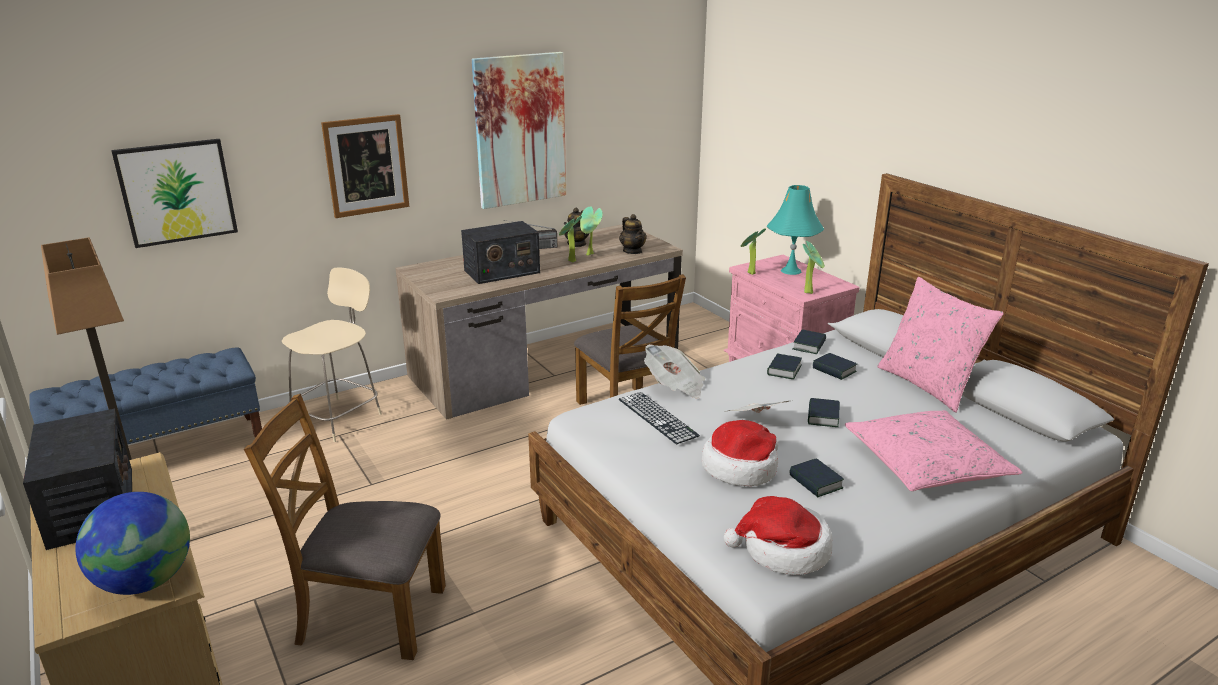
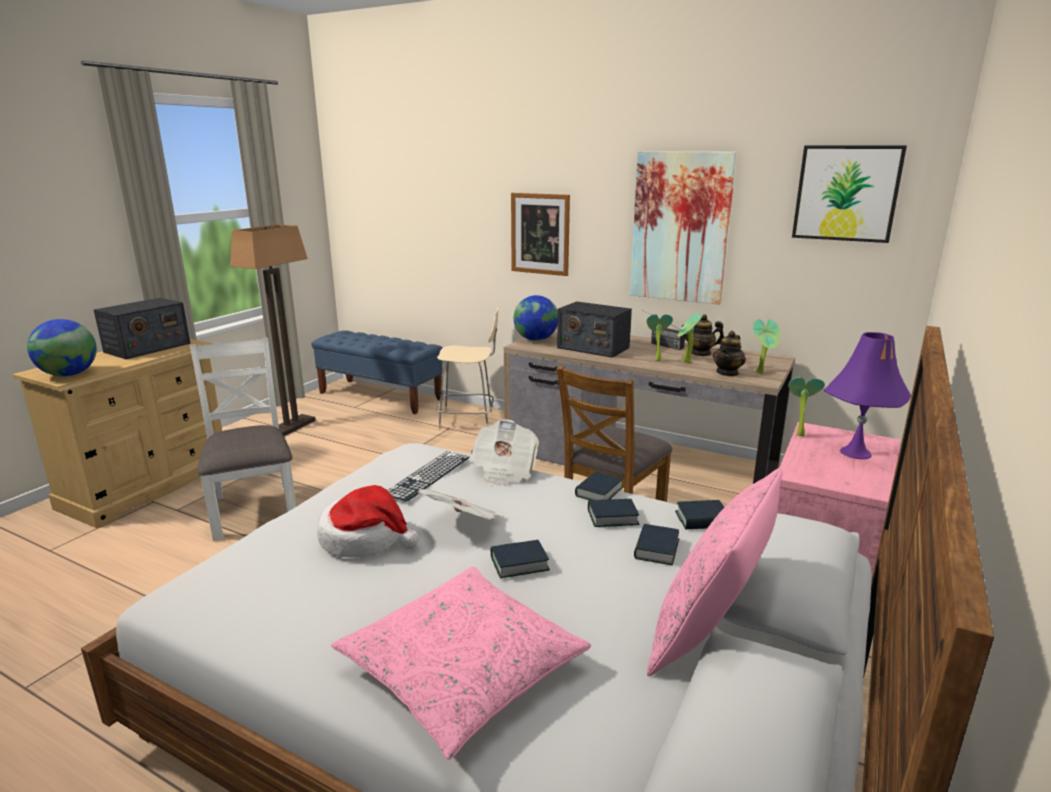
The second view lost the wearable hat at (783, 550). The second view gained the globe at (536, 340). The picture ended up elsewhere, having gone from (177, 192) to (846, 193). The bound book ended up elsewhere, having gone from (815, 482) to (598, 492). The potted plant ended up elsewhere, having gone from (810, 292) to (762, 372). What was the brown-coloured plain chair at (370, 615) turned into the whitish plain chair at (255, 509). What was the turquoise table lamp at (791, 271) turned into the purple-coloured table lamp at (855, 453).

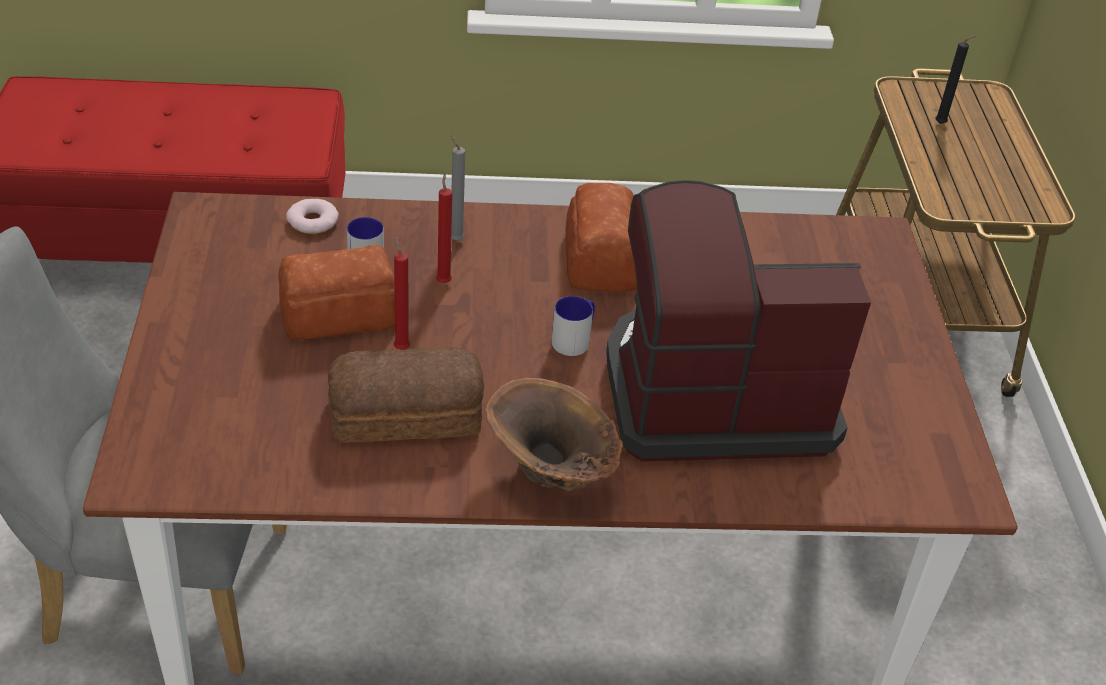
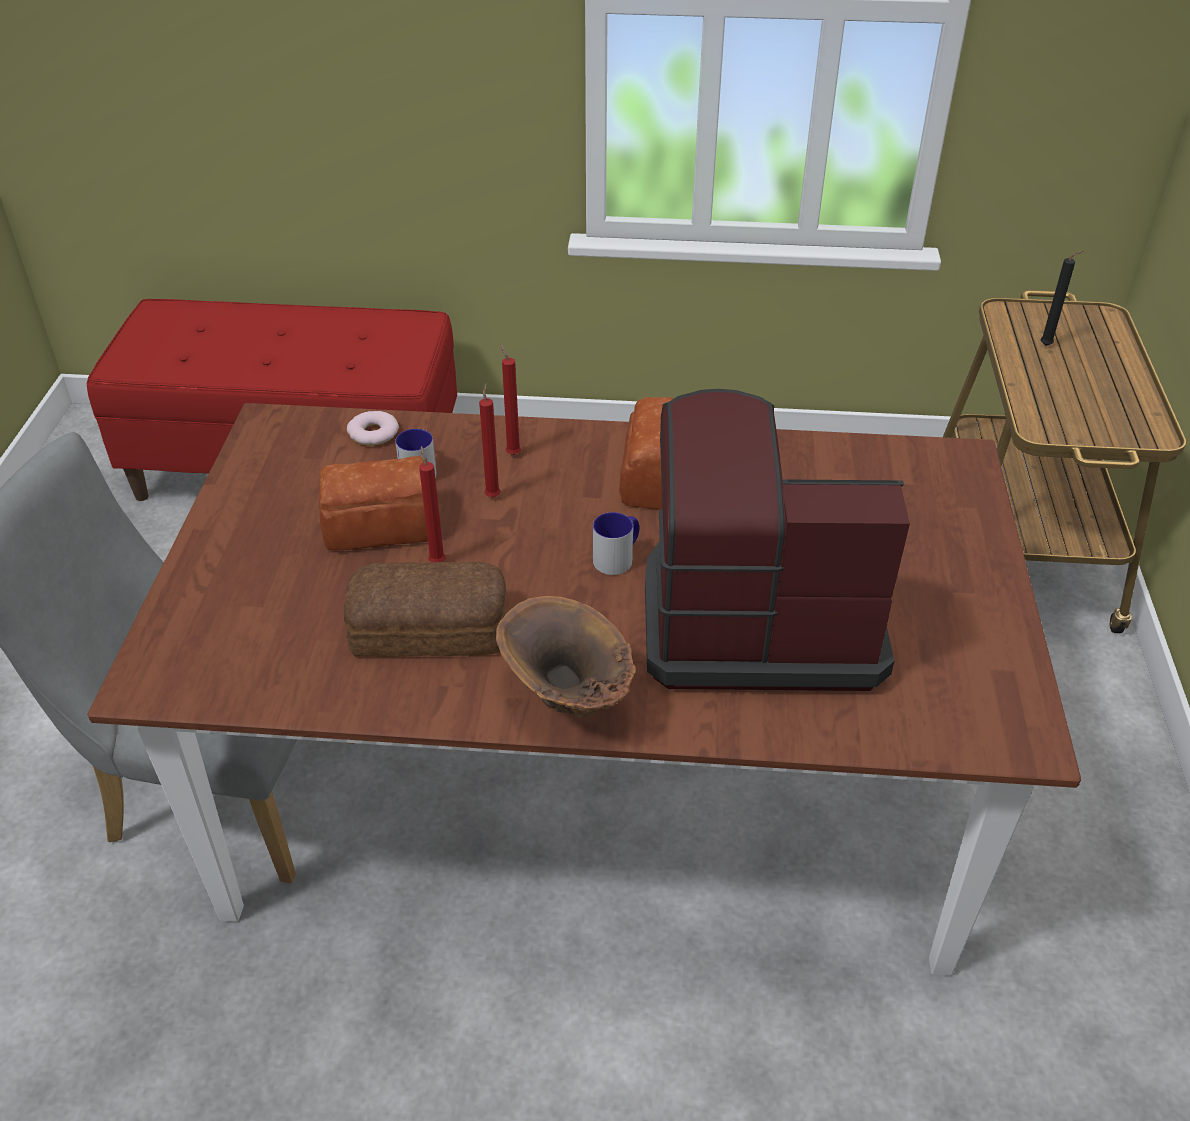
What was the grey candle at (455, 239) turned into the red-coloured candle at (512, 453).

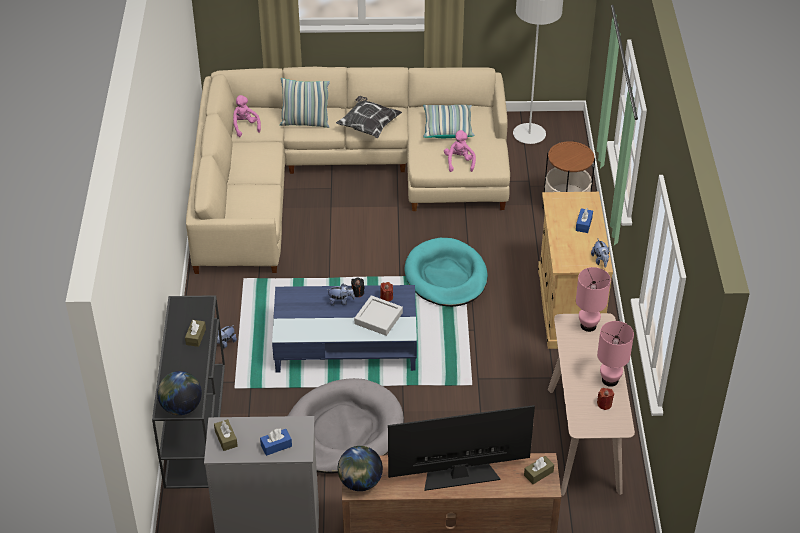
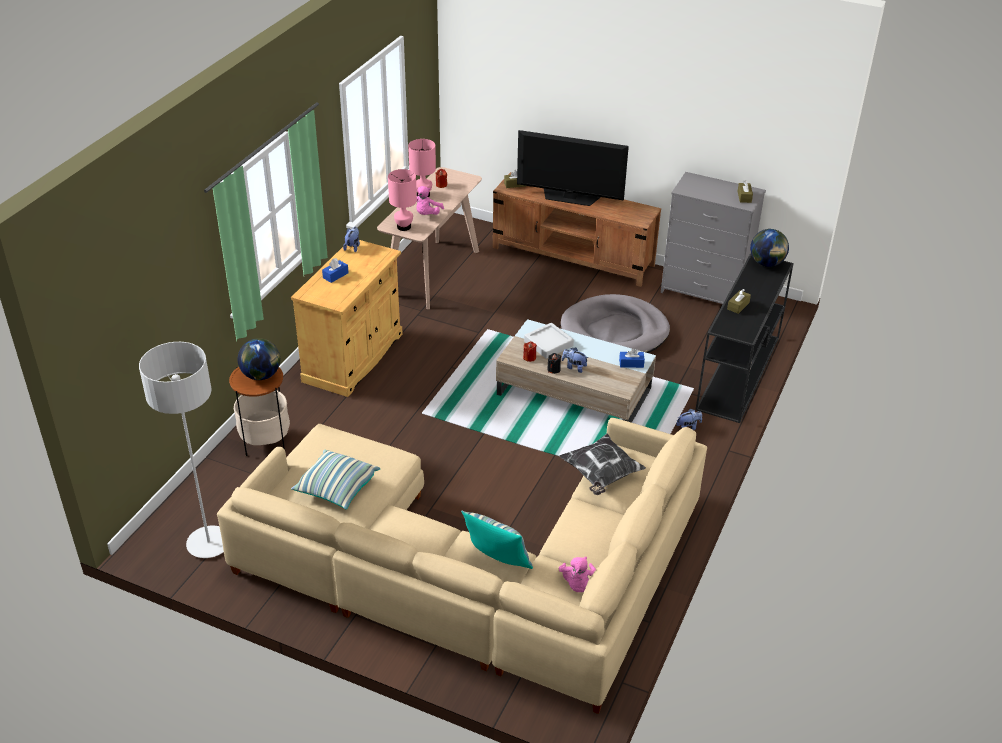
The second view lost the turquoise pet bed at (446, 276). The blue-coloured tissue box ended up elsewhere, having gone from (276, 446) to (631, 363). The cushion ended up elsewhere, having gone from (368, 126) to (601, 475). The globe ended up elsewhere, having gone from (360, 482) to (261, 375). The pink plush toy ended up elsewhere, having gone from (459, 162) to (427, 214). What was the blue-coloured lounge table at (345, 343) turned into the beige-coloured lounge table at (574, 392).

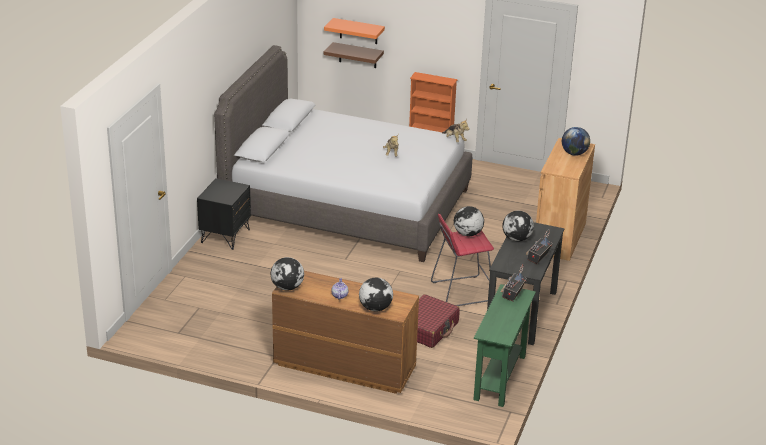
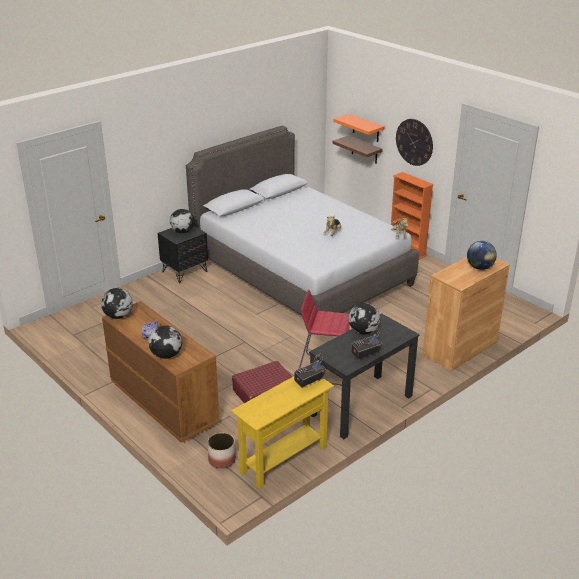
The second view gained the plant pot at (221, 460). The second view gained the clock on the wall at (414, 142). The globe ended up elsewhere, having gone from (467, 234) to (182, 232). What was the green console table at (500, 377) turned into the yellow-coloured console table at (284, 459).

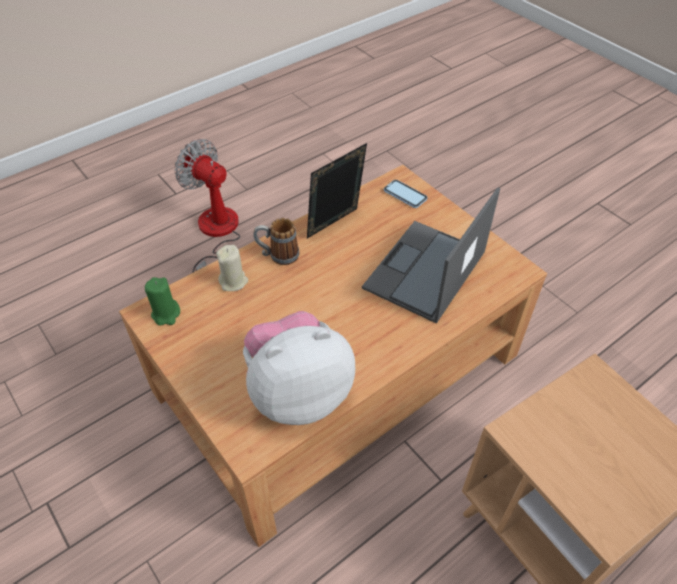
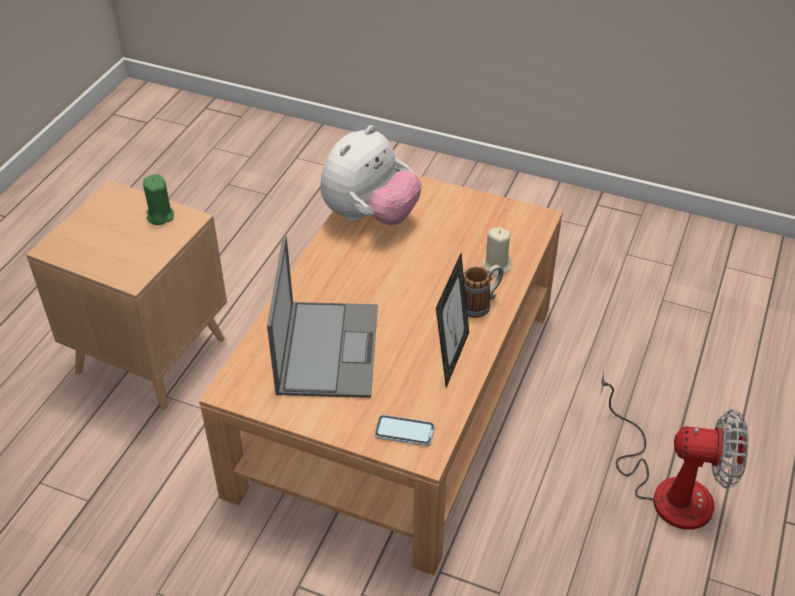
The green candle ended up elsewhere, having gone from (166, 314) to (160, 216).

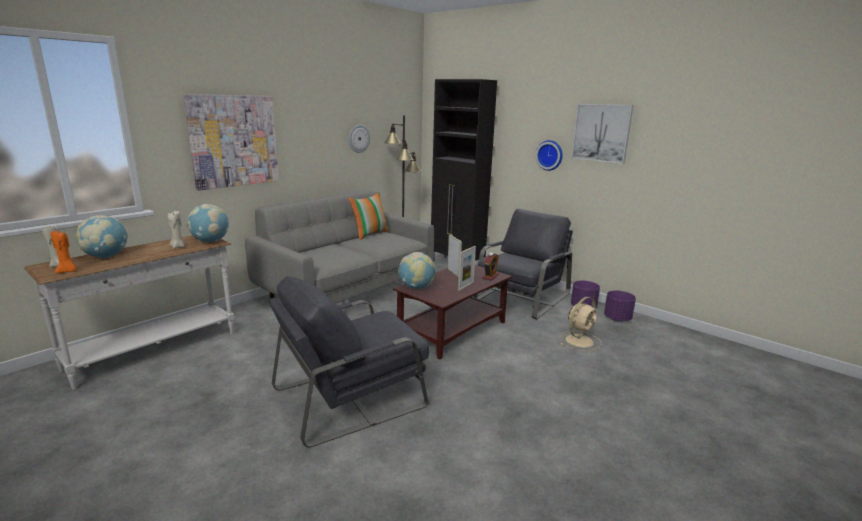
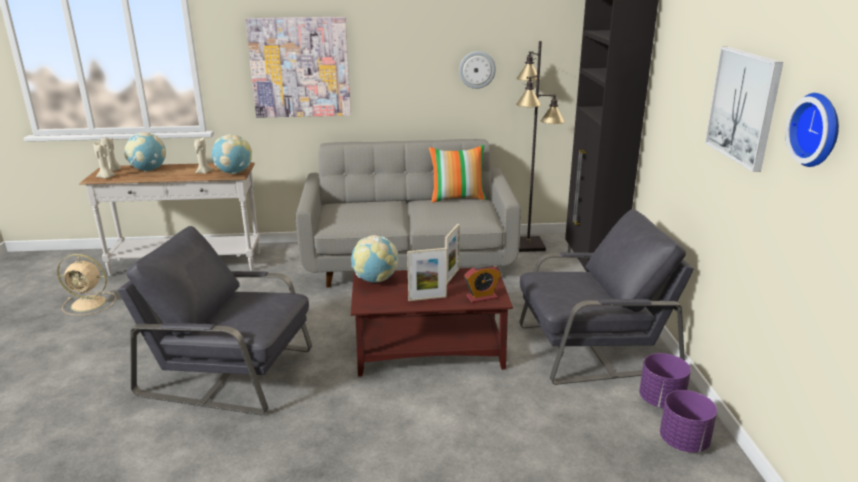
The clock on the wall ended up elsewhere, having gone from (550, 155) to (818, 130). The beige-coloured electric fan ended up elsewhere, having gone from (580, 340) to (90, 303). What was the orange candle at (67, 271) turned into the beige-coloured candle at (106, 177).

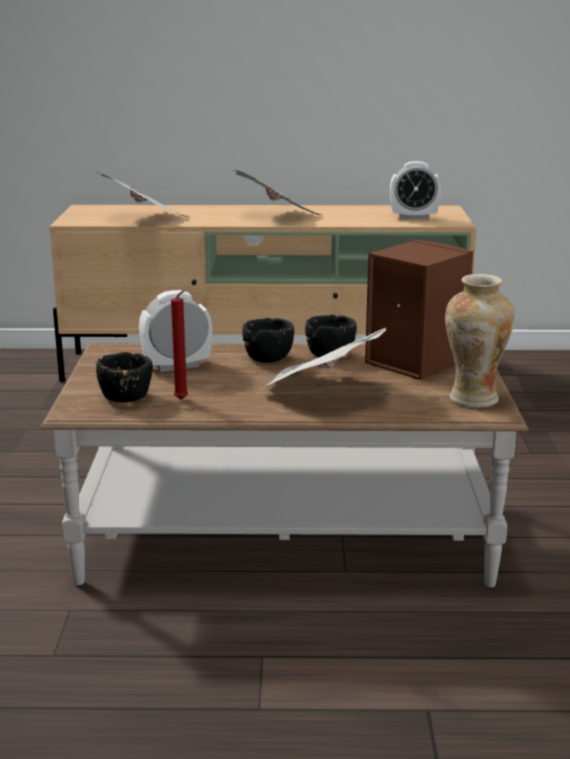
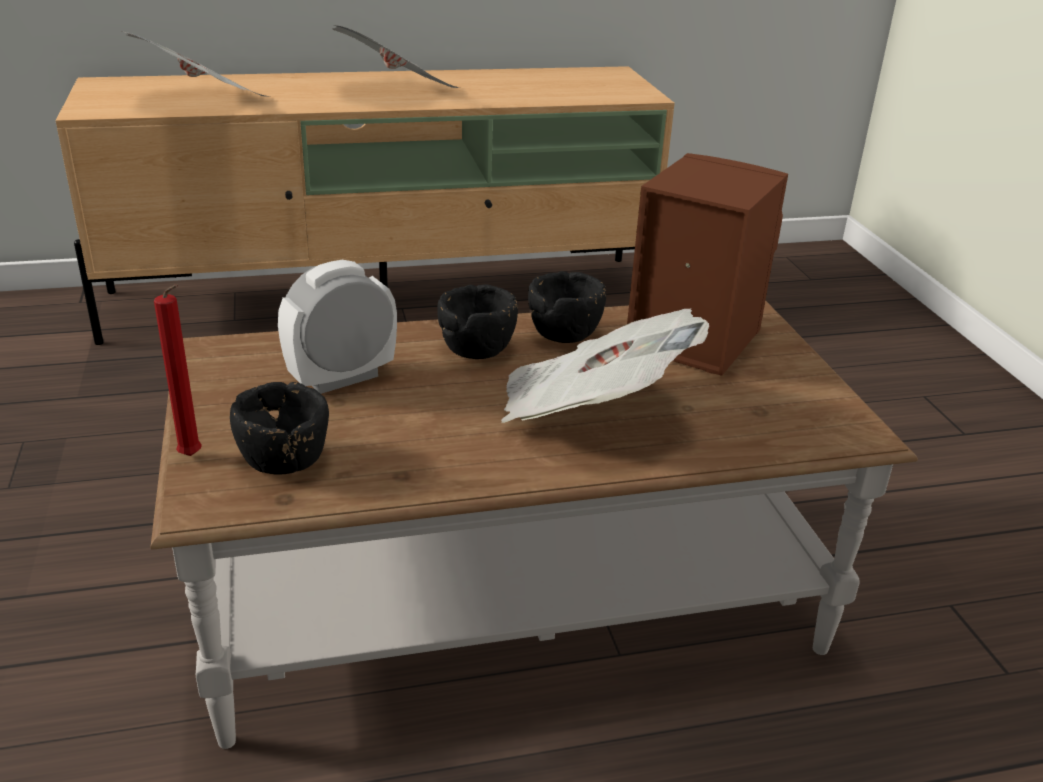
The second view lost the table clock at (413, 217). The second view lost the flower vase at (473, 399). The red-coloured candle ended up elsewhere, having gone from (182, 400) to (193, 457).

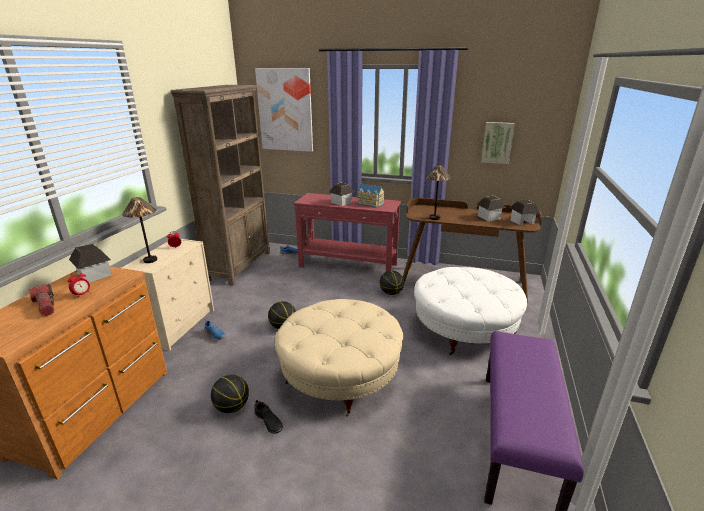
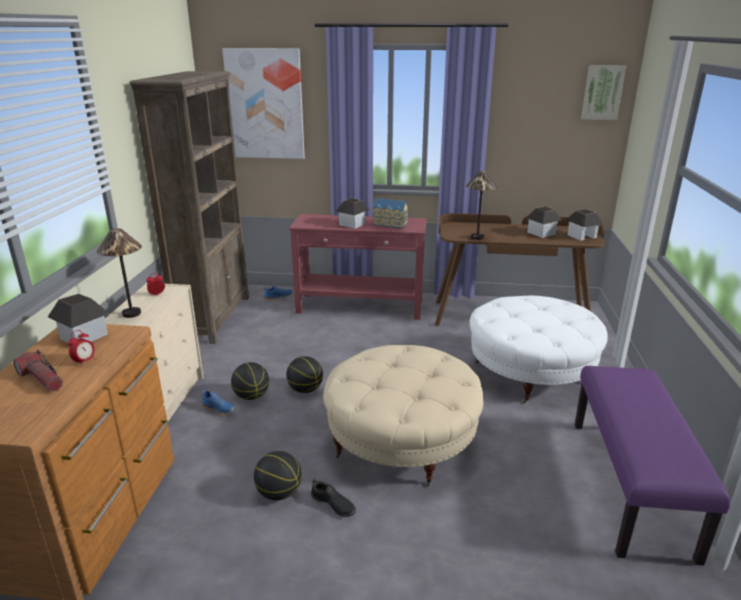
The ball for basketball ended up elsewhere, having gone from (391, 293) to (252, 396). The picture ended up elsewhere, having gone from (497, 142) to (602, 92).

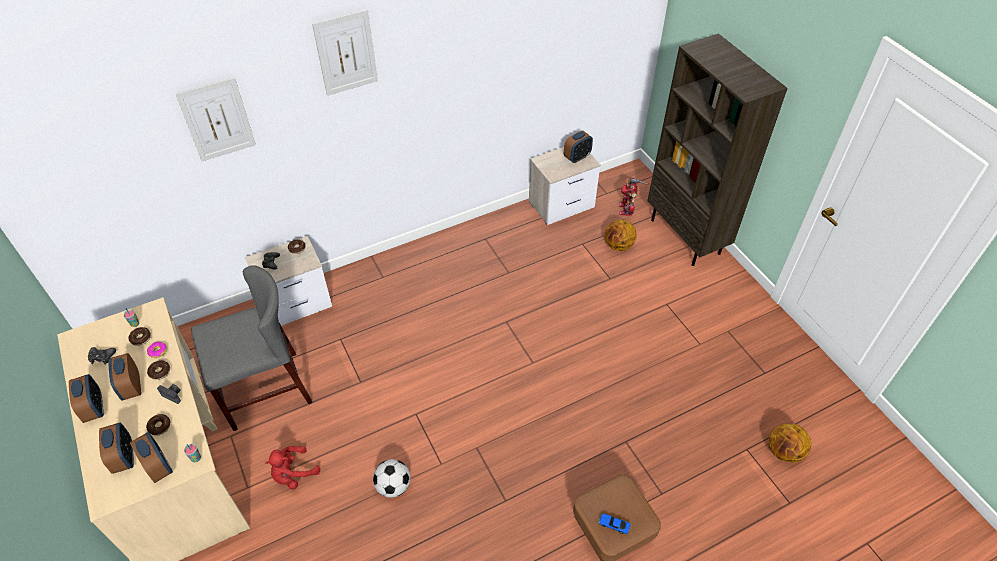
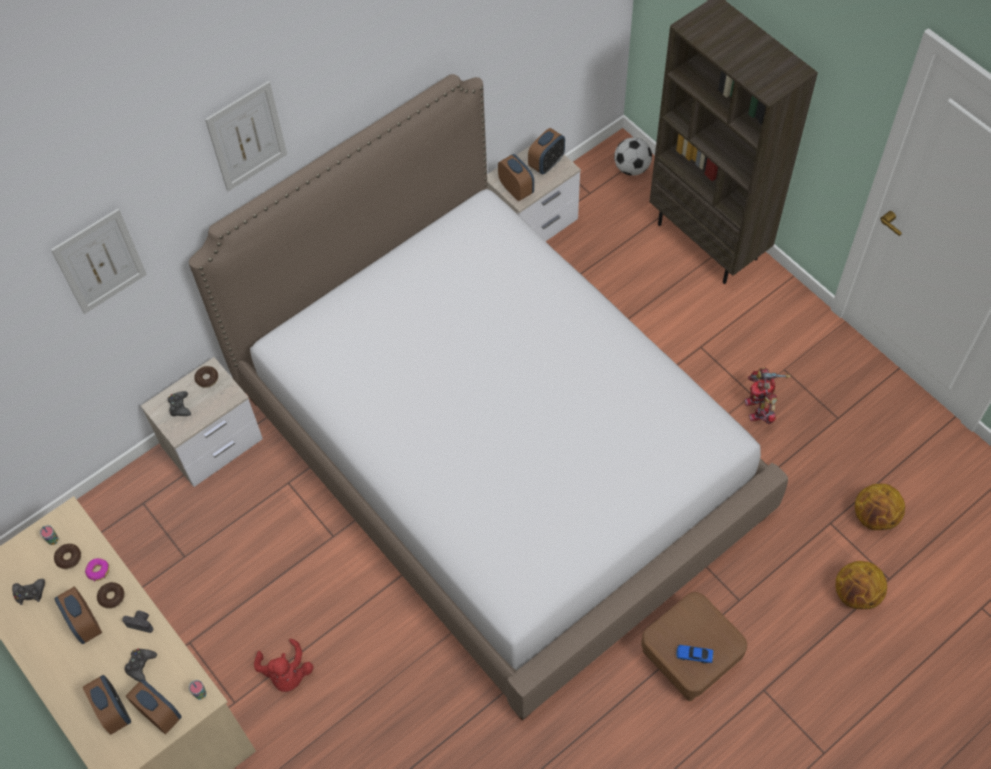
The second view lost the grey plain chair at (265, 390). The second view gained the bedroom bed at (498, 455). The table clock ended up elsewhere, having gone from (94, 408) to (516, 189). The football ball ended up elsewhere, having gone from (393, 486) to (632, 168). The ball for basketball ended up elsewhere, having gone from (618, 246) to (856, 594). The robot figure ended up elsewhere, having gone from (627, 209) to (759, 408). Where the ring doughnut stood at (160, 426), the blackish joypad came to stand at (140, 665). The red-coloured plush toy at (293, 474) ended up facing another way, 60 degrees counterclockwise from before.

